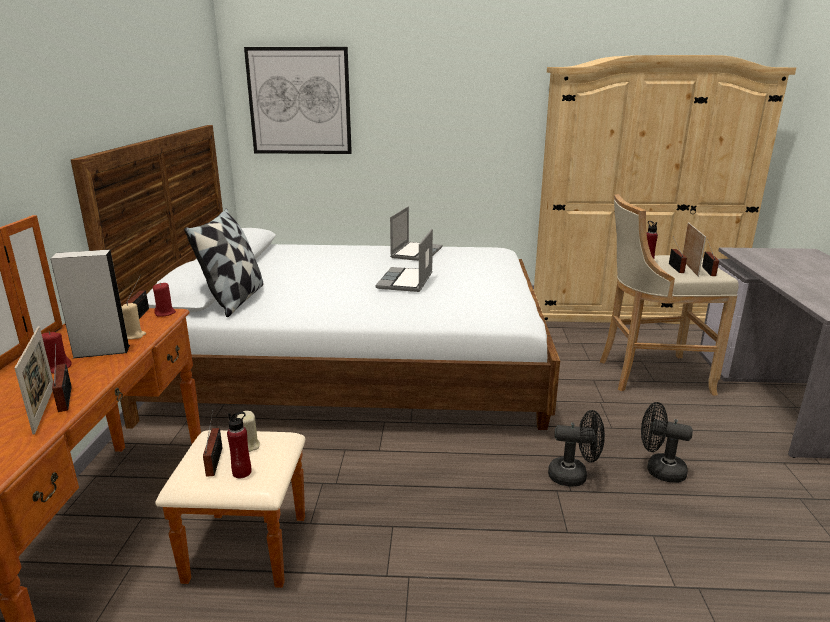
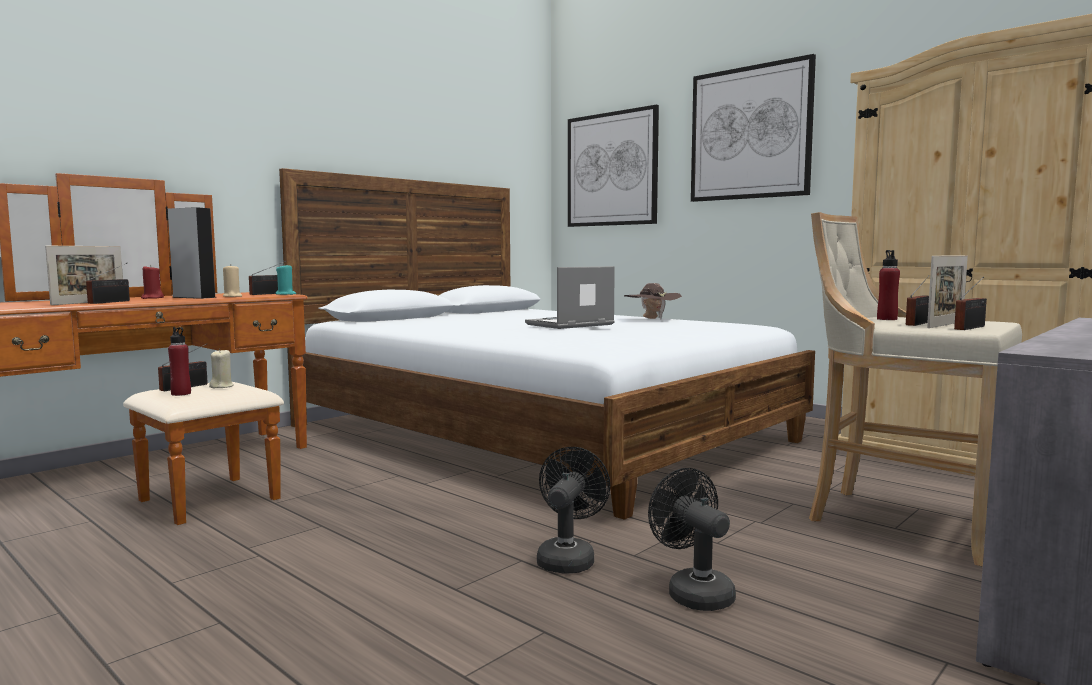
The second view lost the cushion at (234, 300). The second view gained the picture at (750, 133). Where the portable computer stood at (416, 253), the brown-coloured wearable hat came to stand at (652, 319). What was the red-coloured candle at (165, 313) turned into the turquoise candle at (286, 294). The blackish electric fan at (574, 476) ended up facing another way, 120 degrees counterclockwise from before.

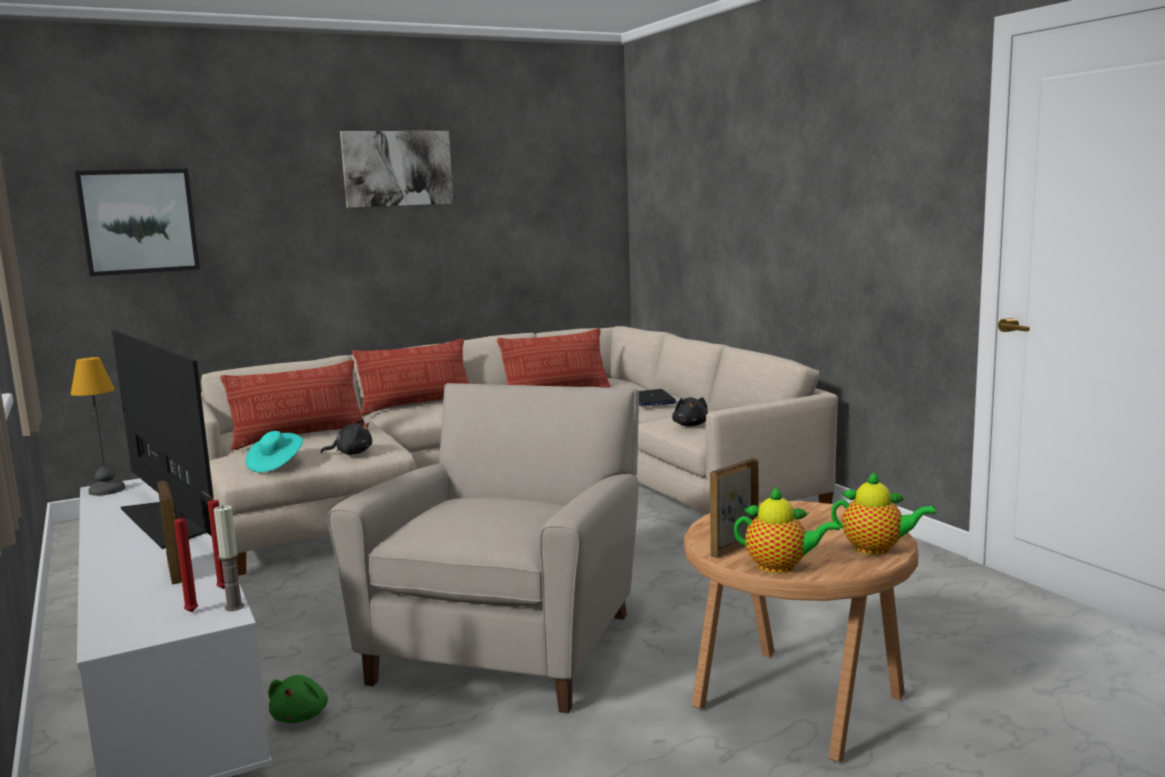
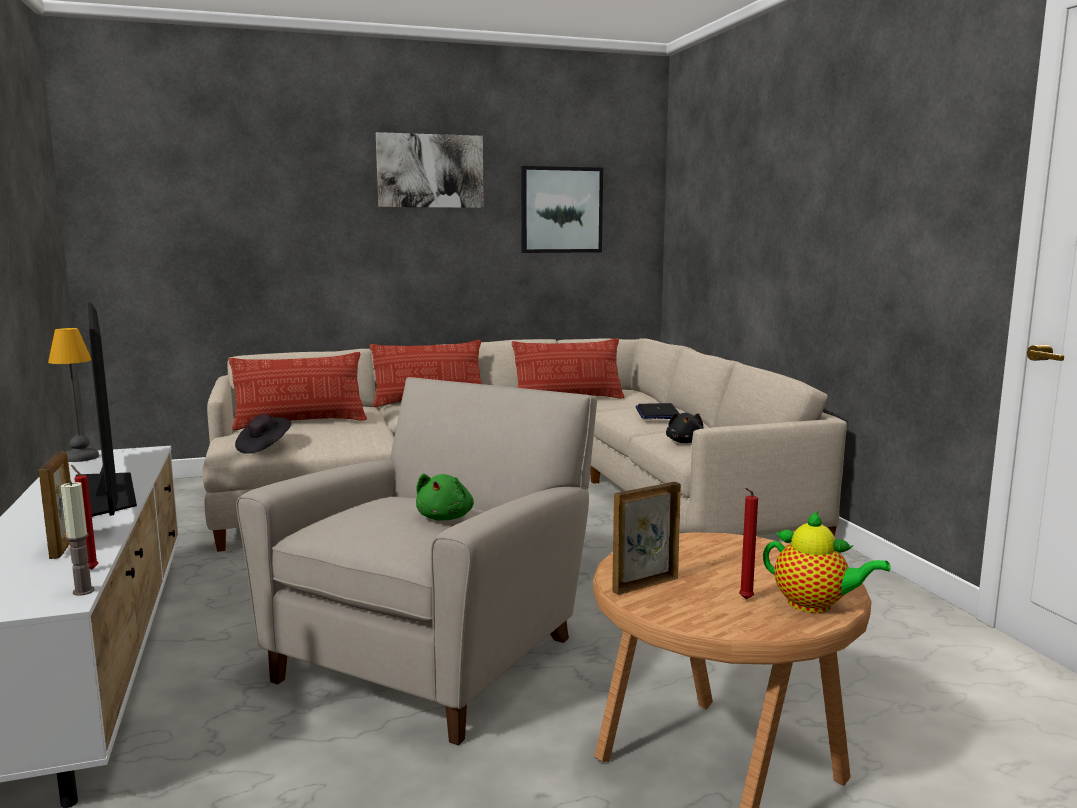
The second view lost the blackish plush toy at (351, 453). The second view lost the teapot at (781, 567). The picture ended up elsewhere, having gone from (139, 221) to (561, 210). The red-coloured candle ended up elsewhere, having gone from (189, 613) to (744, 600). The green plush toy ended up elsewhere, having gone from (301, 716) to (446, 517). What was the turquoise wearable hat at (275, 465) turned into the blackish wearable hat at (264, 447).

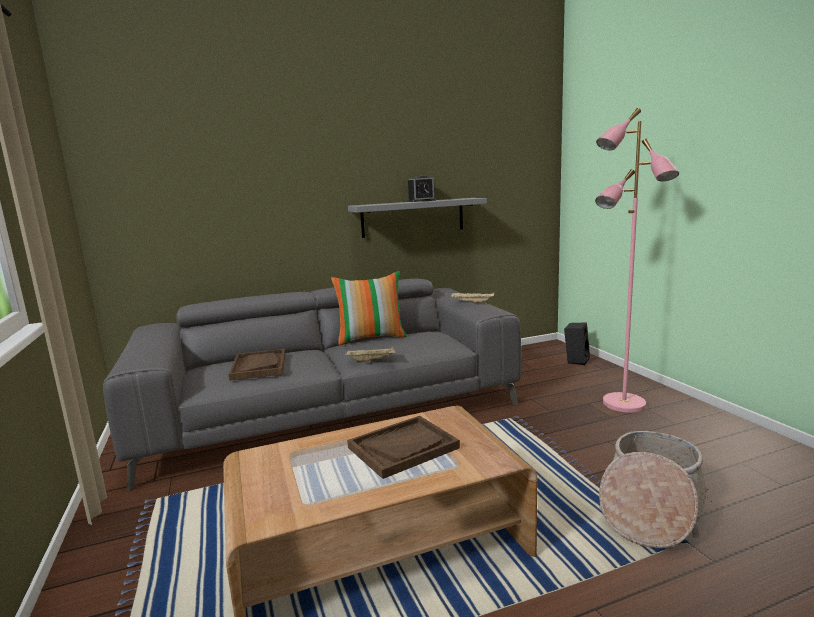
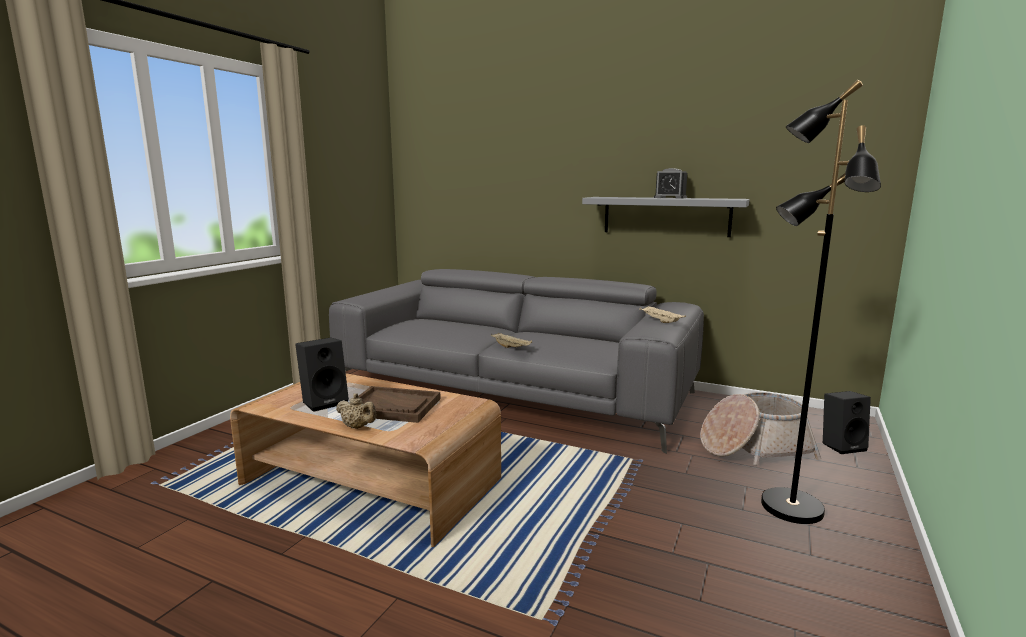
The second view lost the brown-coloured carrying tray at (259, 366). The second view lost the cushion at (371, 338). The second view gained the blackish speaker at (325, 402). The second view gained the beige-coloured teapot at (358, 427). The basket ended up elsewhere, having gone from (650, 508) to (753, 448). What was the pink floor lamp at (623, 404) turned into the blackish floor lamp at (789, 507).

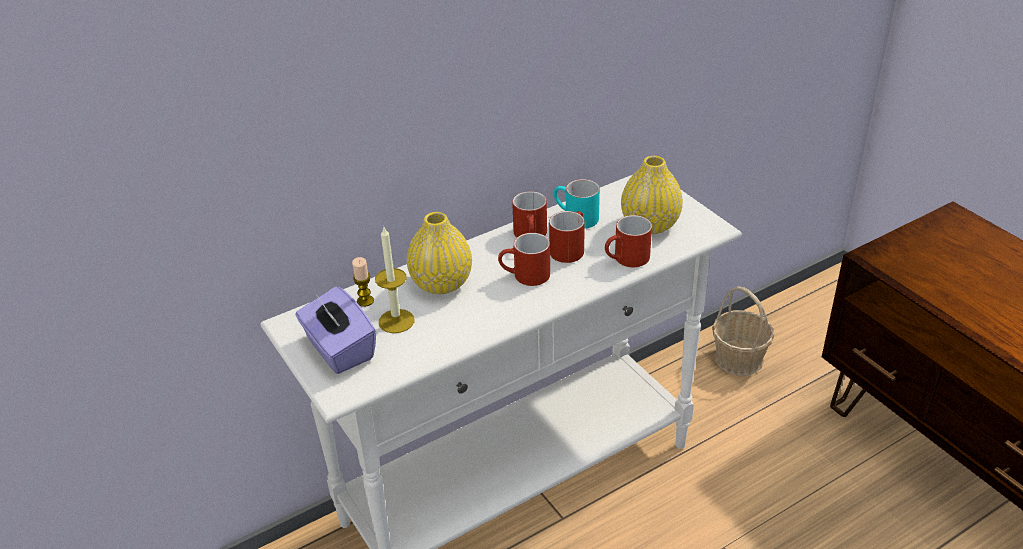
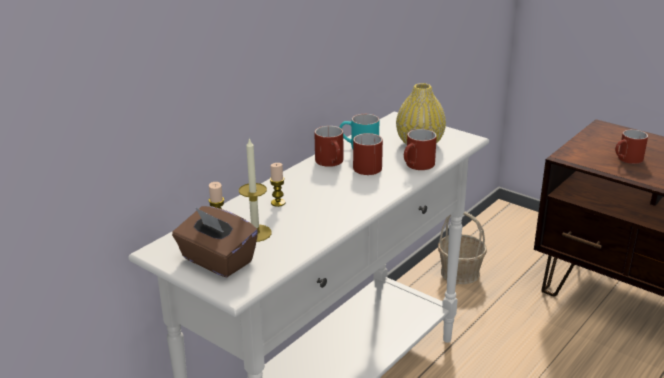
The red-coloured coffee mug ended up elsewhere, having gone from (525, 276) to (627, 160). Where the yellow-coloured flower vase stood at (441, 283), the candle came to stand at (278, 203). What was the purple-coloured tissue box at (339, 349) turned into the brown-coloured tissue box at (216, 261).

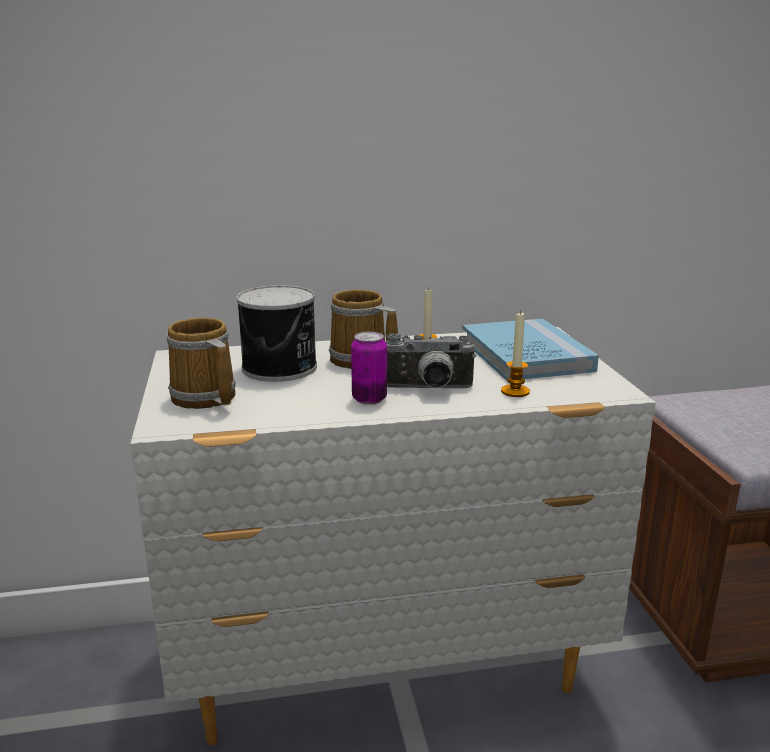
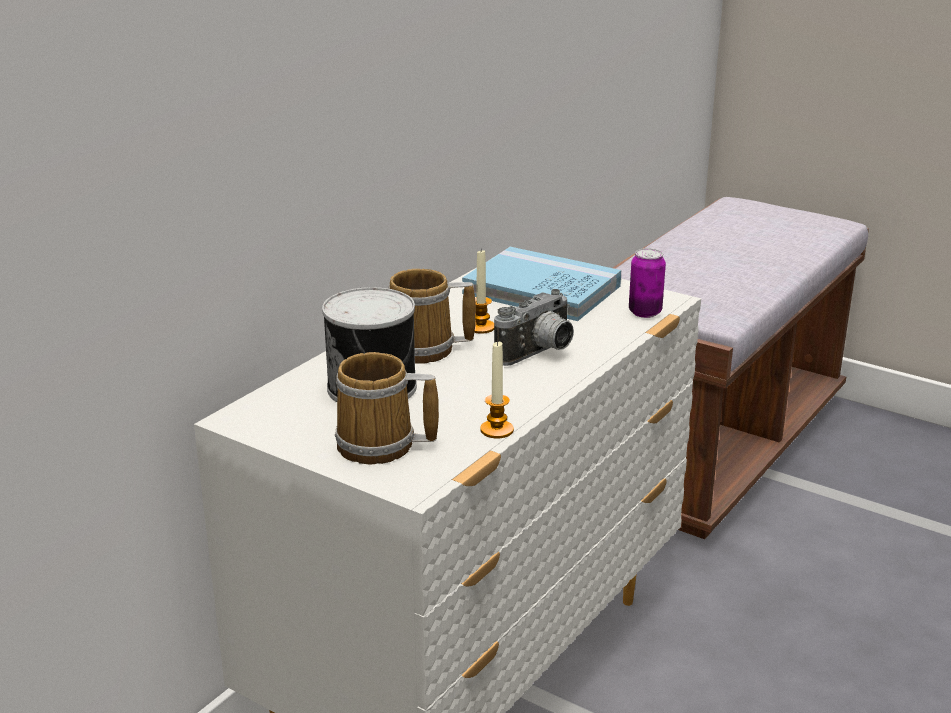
The sealed can ended up elsewhere, having gone from (369, 399) to (645, 312). The candle ended up elsewhere, having gone from (515, 391) to (496, 430).

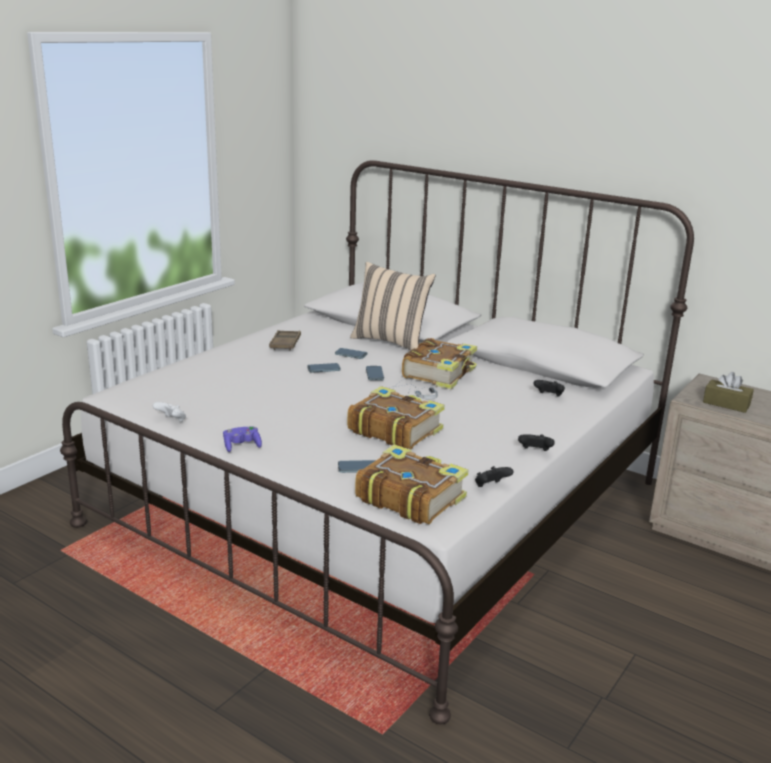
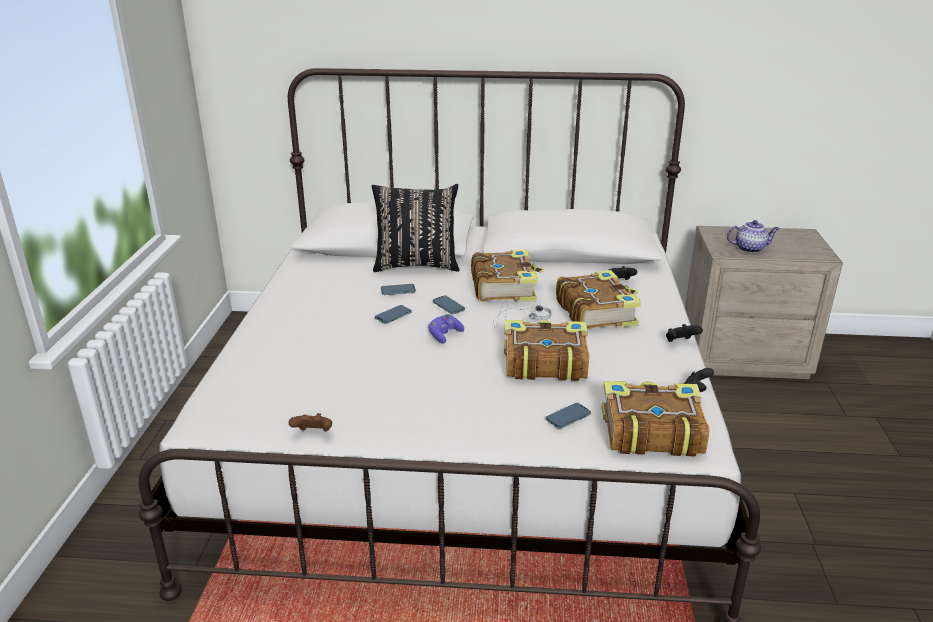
The second view lost the brown-coloured carrying tray at (285, 343). The second view gained the bound book at (596, 312). The purple-coloured joypad ended up elsewhere, having gone from (242, 446) to (444, 335). Where the brown-coloured tissue box stood at (726, 404), the teapot came to stand at (750, 248). What was the whitish joypad at (171, 421) turned into the brown-coloured joypad at (313, 434). What was the beige-coloured cushion at (391, 341) turned into the blackish cushion at (416, 265).

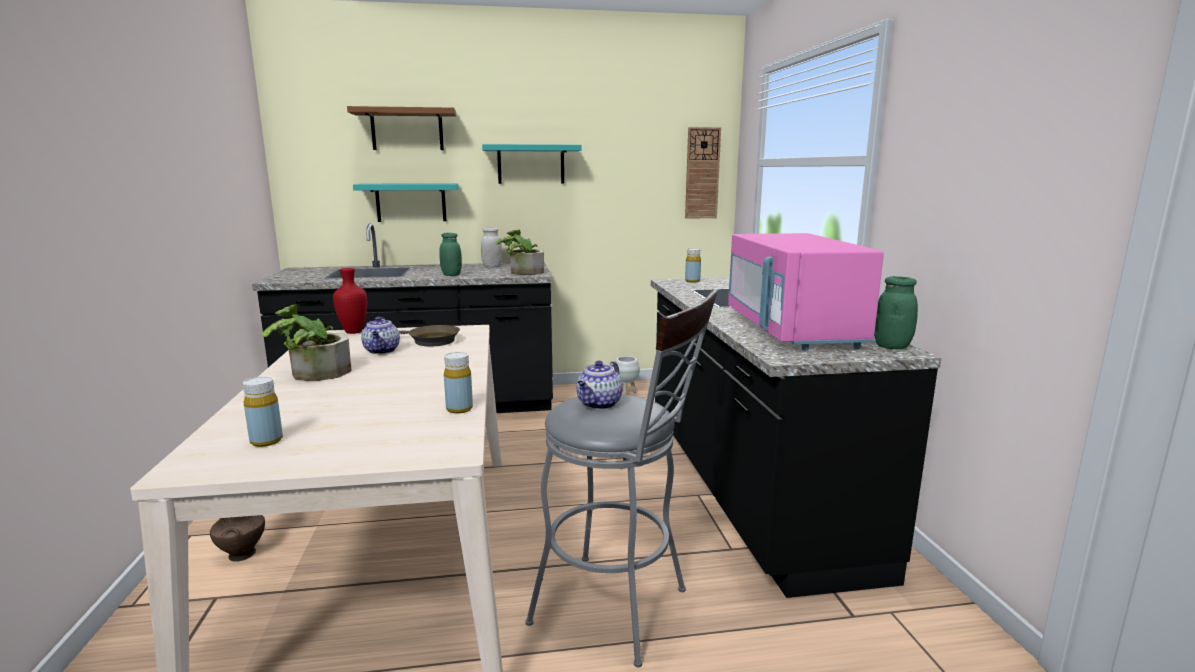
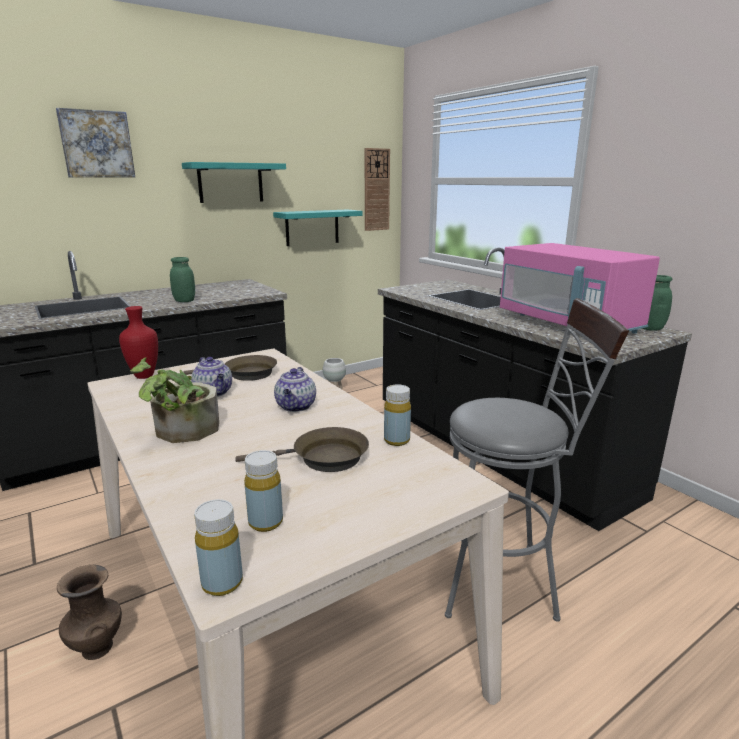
The second view lost the whitish preserve jar at (492, 266). The second view lost the potted plant at (522, 272). The second view gained the brown-coloured frying pan at (324, 458). The turquoise shelf ended up elsewhere, having gone from (411, 202) to (312, 227). The teapot ended up elsewhere, having gone from (599, 404) to (296, 407). The yellow-coloured bottle ended up elsewhere, having gone from (692, 281) to (222, 583). Where the brown-coloured shelf hung at (407, 130), the picture came to hang at (96, 144).

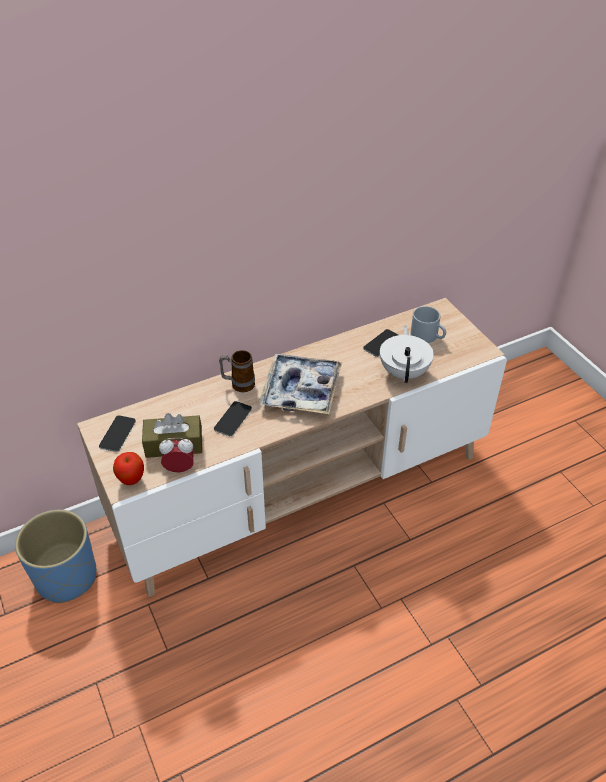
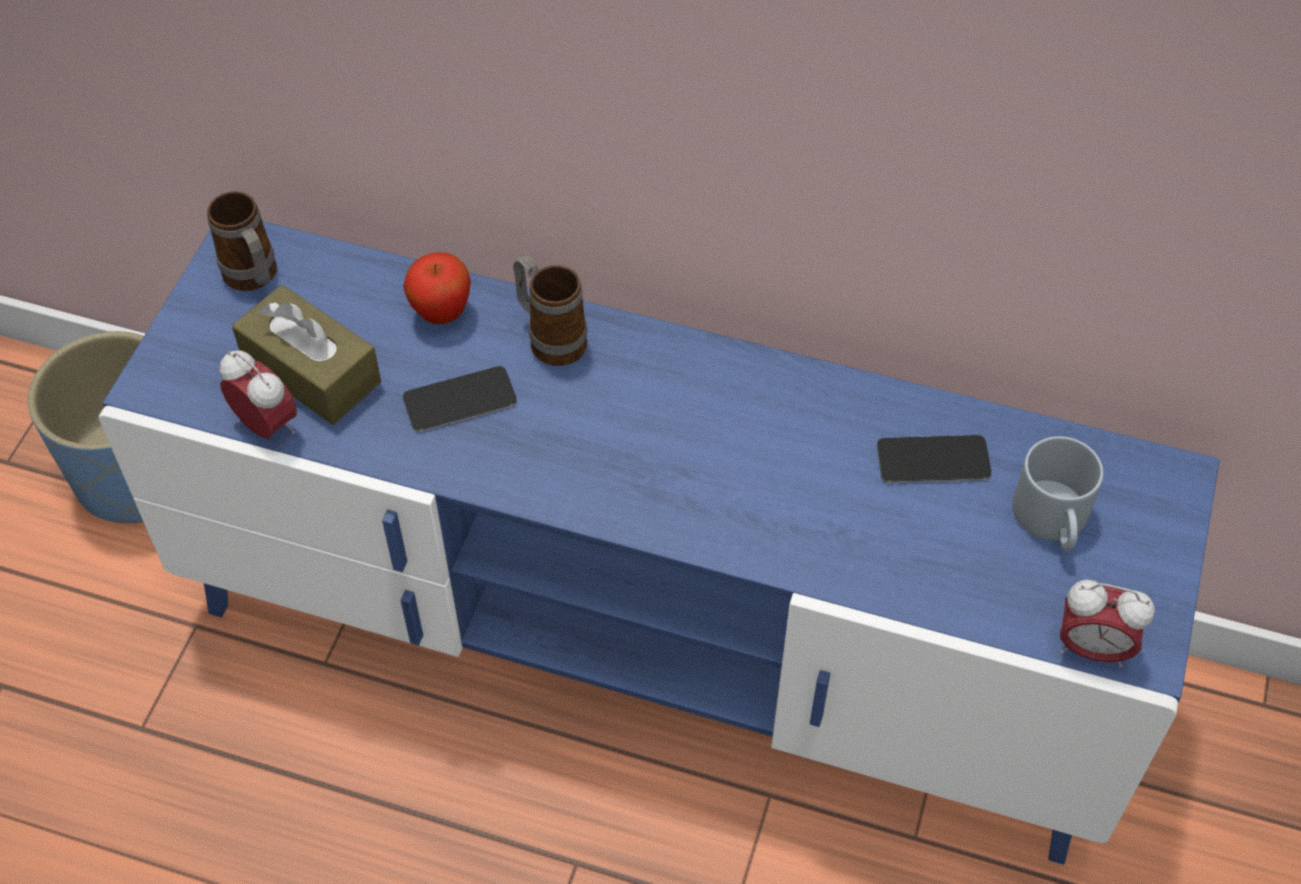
The second view lost the carrying tray at (301, 390). The second view lost the whitish teapot at (404, 372). The second view gained the table clock at (1092, 648). The apple fruit ended up elsewhere, having gone from (131, 480) to (442, 314). Where the phone stood at (117, 433), the coffee mug came to stand at (254, 279). What was the beige-coloured tv stand at (302, 490) turned into the blue-coloured tv stand at (651, 640).

